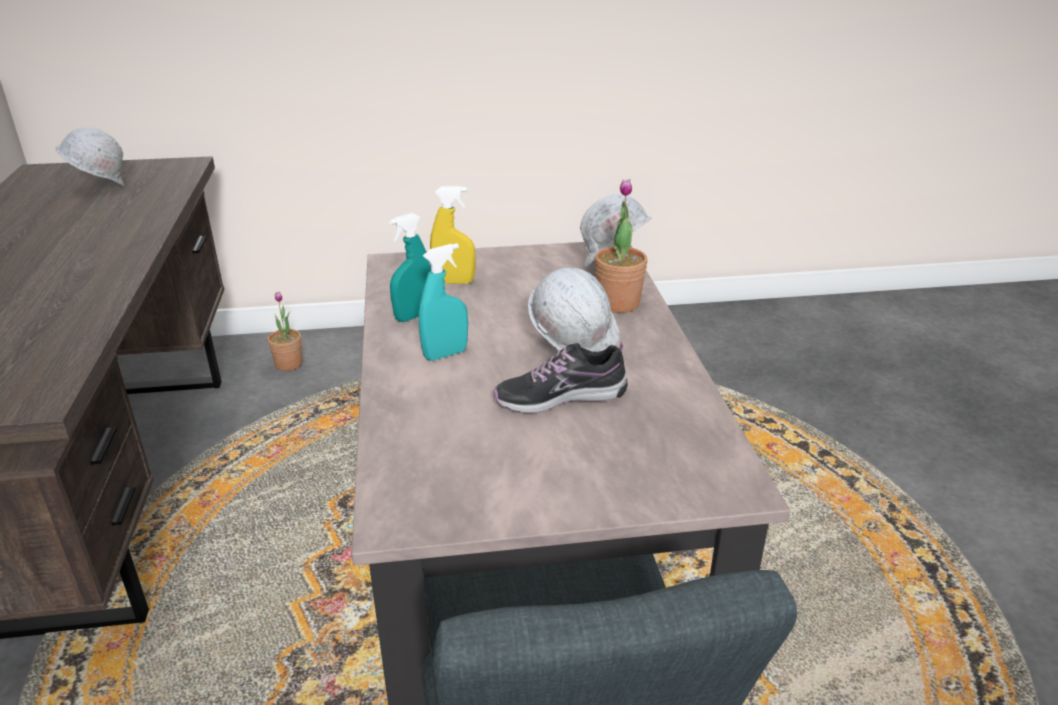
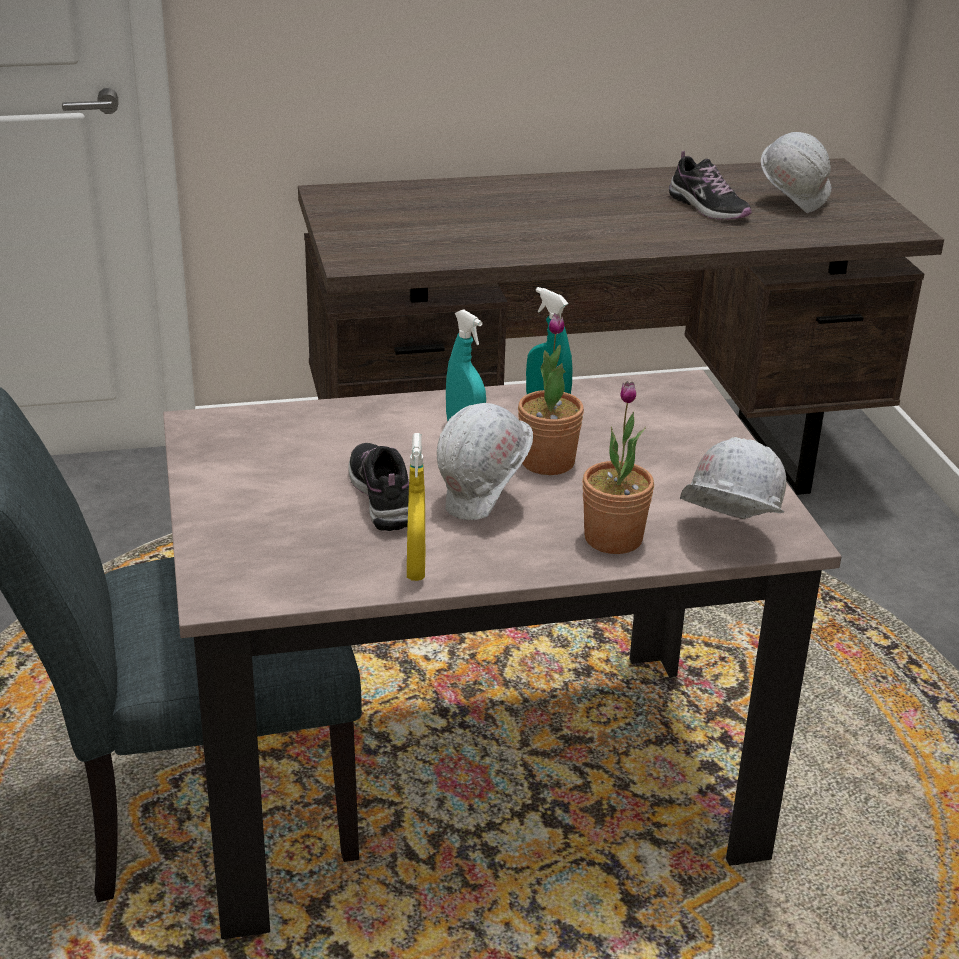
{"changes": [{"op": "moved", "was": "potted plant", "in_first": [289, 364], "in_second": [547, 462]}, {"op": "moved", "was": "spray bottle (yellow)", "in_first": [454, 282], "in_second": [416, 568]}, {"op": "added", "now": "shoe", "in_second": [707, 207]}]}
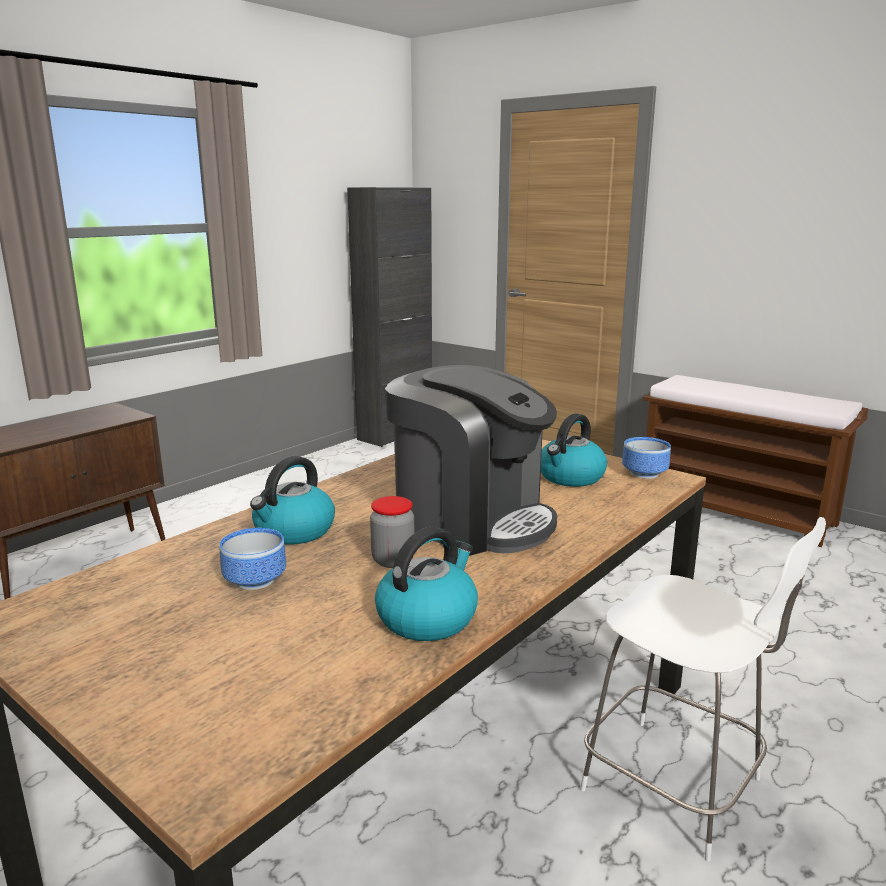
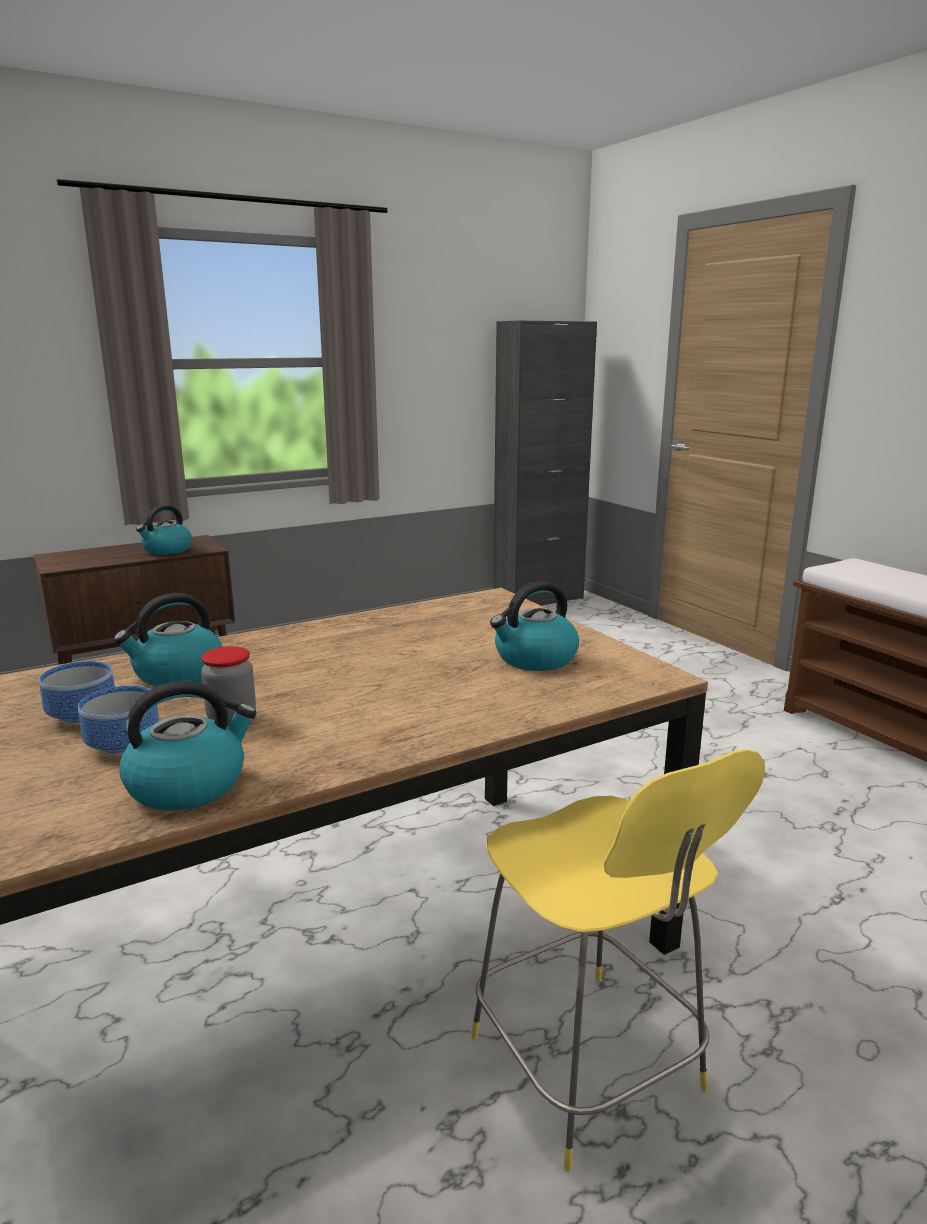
{"changes": [{"op": "removed", "was": "coffee machine", "in_first": [471, 520]}, {"op": "recoloured", "was": "stool (white)", "now": "stool (yellow)", "in_first": [677, 788], "in_second": [590, 1069]}, {"op": "moved", "was": "bowl", "in_first": [643, 473], "in_second": [124, 744]}, {"op": "added", "now": "kettle", "in_second": [167, 550]}]}
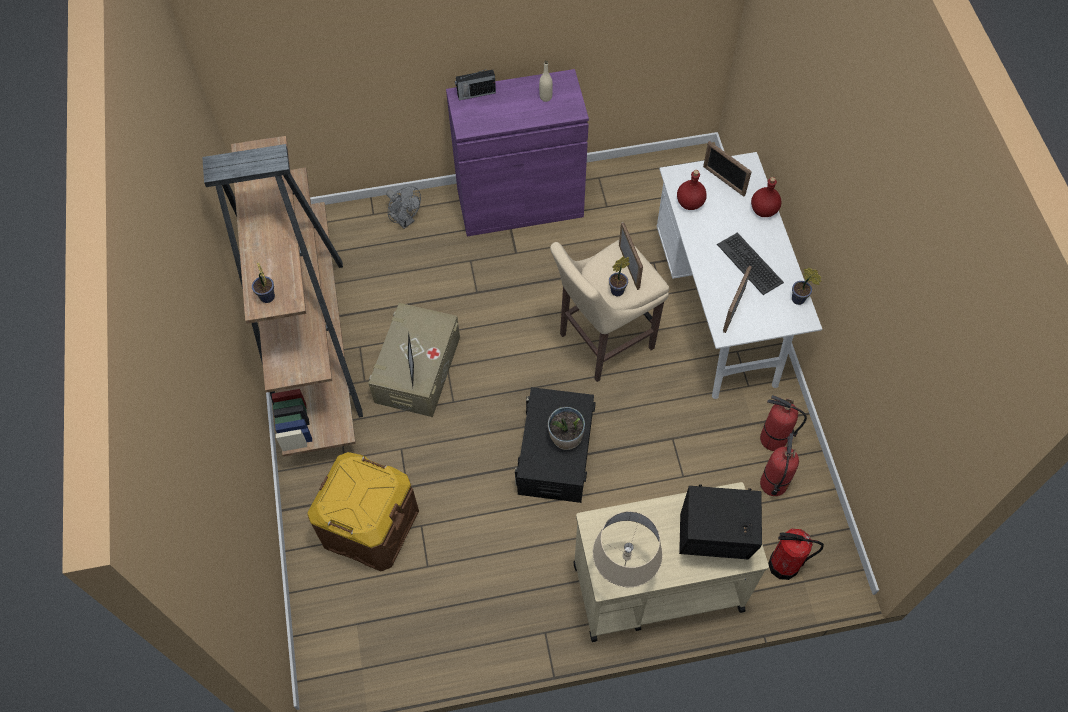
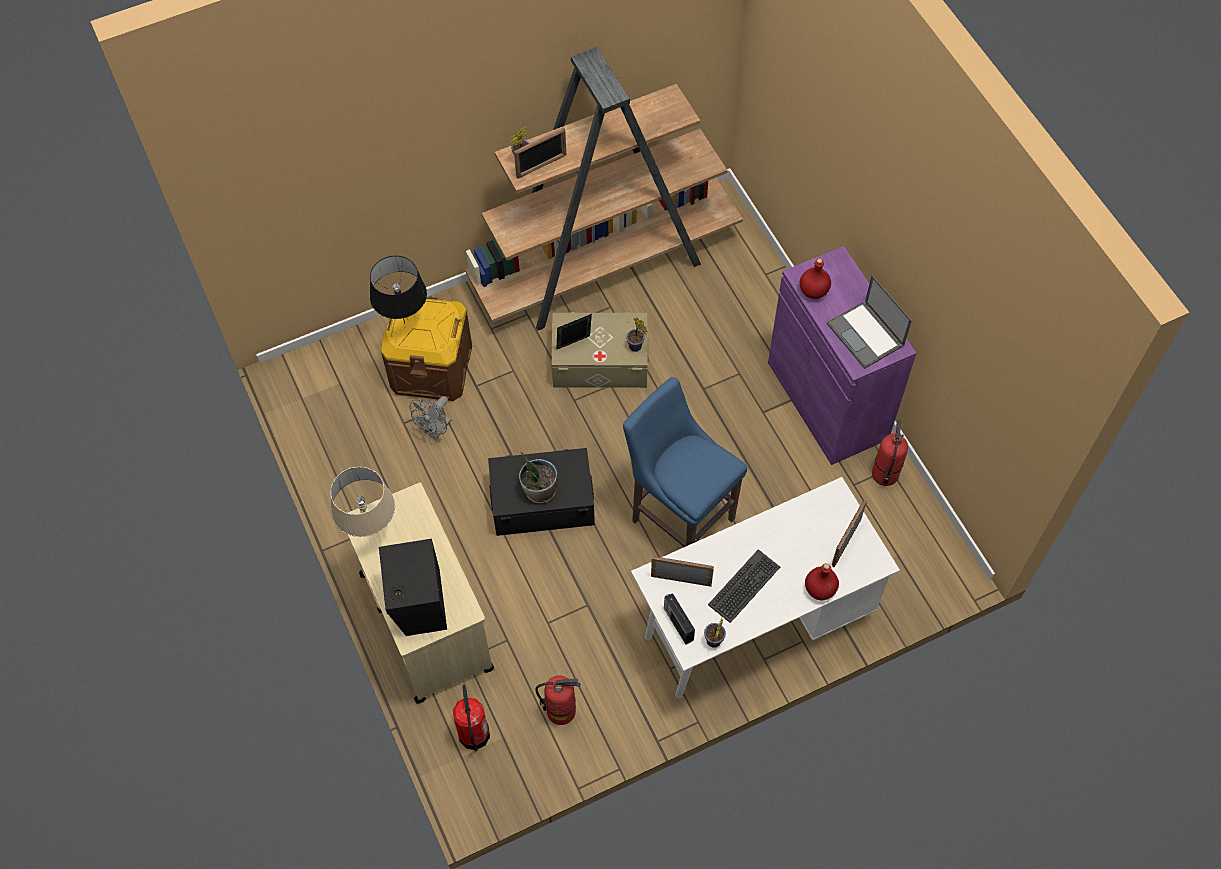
{"changes": [{"op": "moved", "was": "fan (grey)", "in_first": [405, 220], "in_second": [435, 430]}, {"op": "moved", "was": "radio", "in_first": [475, 93], "in_second": [678, 623]}, {"op": "replaced", "was": "bottle (beige)", "now": "laptop", "in_first": [545, 97], "in_second": [866, 335]}, {"op": "recoloured", "was": "stool (beige)", "now": "stool (blue)", "in_first": [602, 343], "in_second": [679, 516]}, {"op": "moved", "was": "potted plant", "in_first": [619, 290], "in_second": [636, 347]}, {"op": "moved", "was": "picture frame", "in_first": [629, 267], "in_second": [541, 166]}, {"op": "moved", "was": "bottle (red)", "in_first": [690, 203], "in_second": [813, 291]}, {"op": "moved", "was": "fire extinguisher", "in_first": [772, 439], "in_second": [884, 474]}, {"op": "added", "now": "table lamp (black)", "in_second": [404, 323]}]}
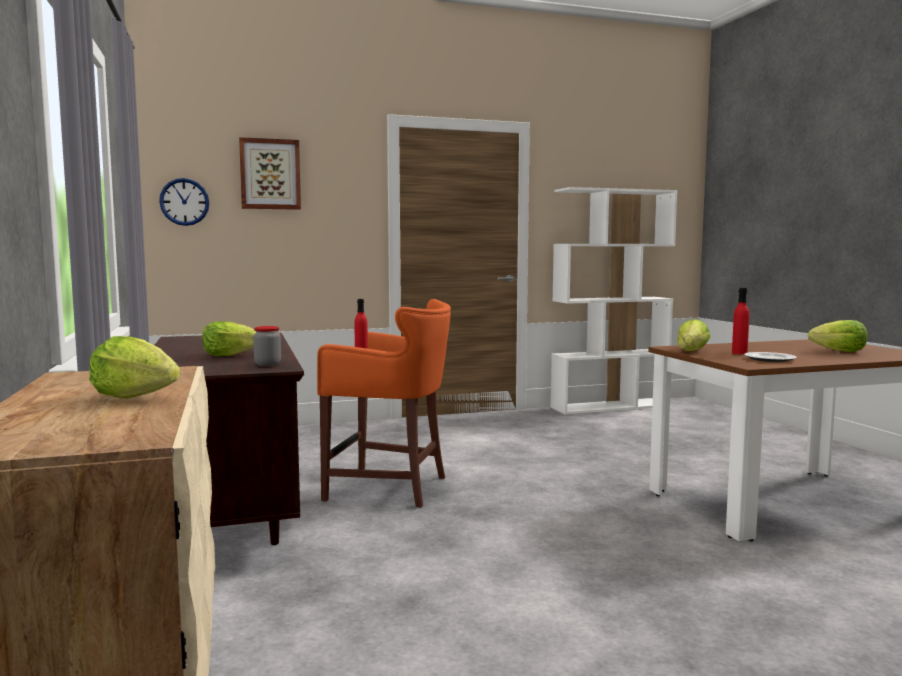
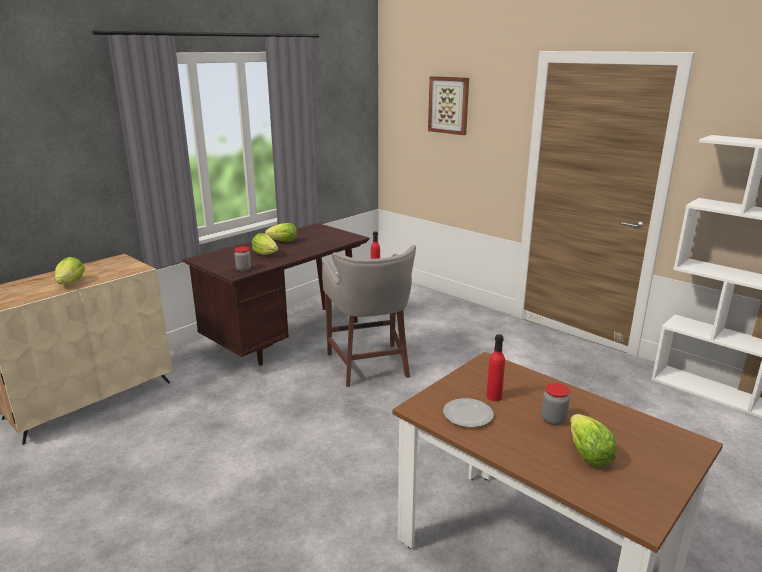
{"changes": [{"op": "removed", "was": "wall clock", "in_first": [184, 202]}, {"op": "recoloured", "was": "stool (orange)", "now": "stool (grey)", "in_first": [391, 488], "in_second": [370, 366]}, {"op": "moved", "was": "lettuce", "in_first": [692, 351], "in_second": [283, 241]}, {"op": "added", "now": "jar", "in_second": [553, 419]}]}
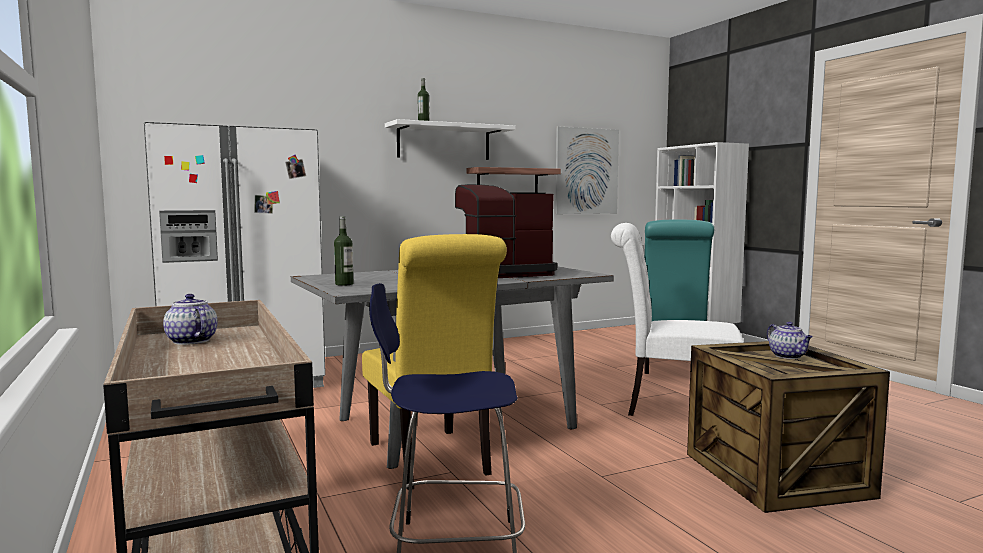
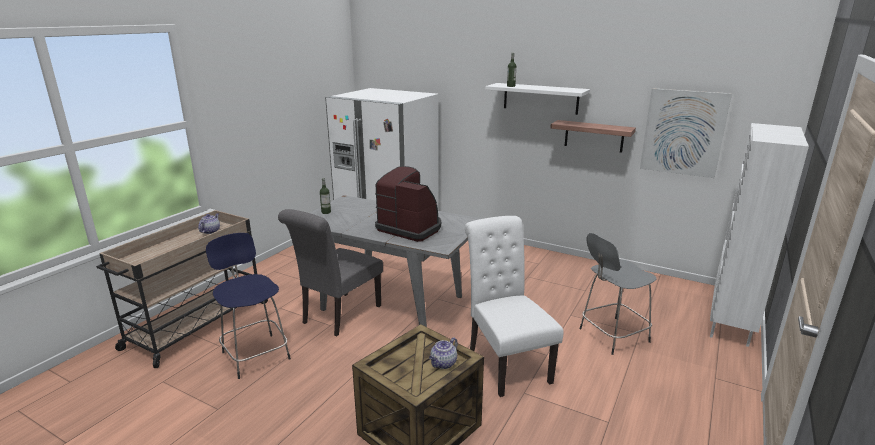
{"changes": [{"op": "recoloured", "was": "chair (yellow)", "now": "chair (grey)", "in_first": [432, 461], "in_second": [338, 316]}, {"op": "replaced", "was": "chair (turquoise)", "now": "stool (grey)", "in_first": [669, 366], "in_second": [612, 336]}]}
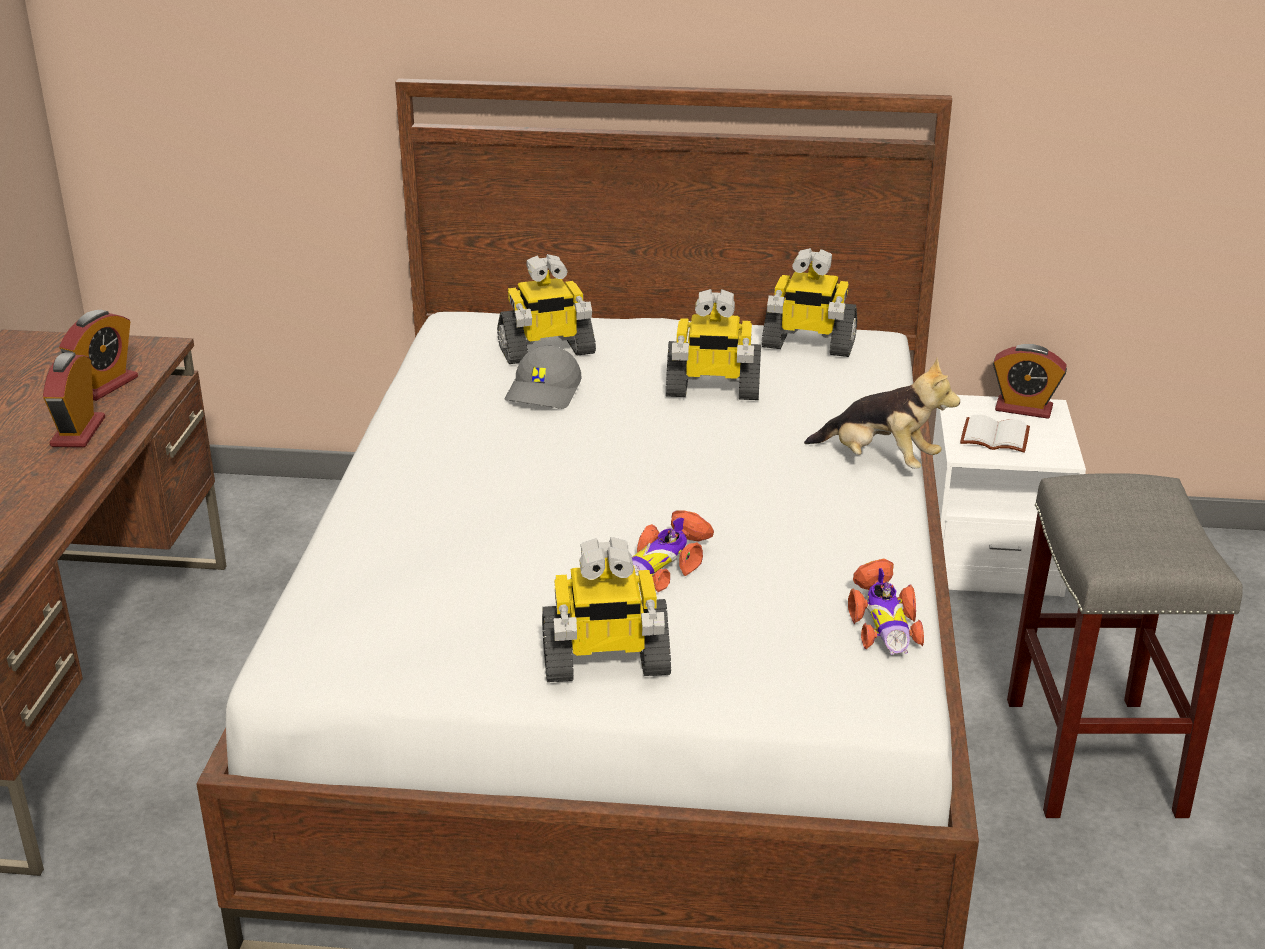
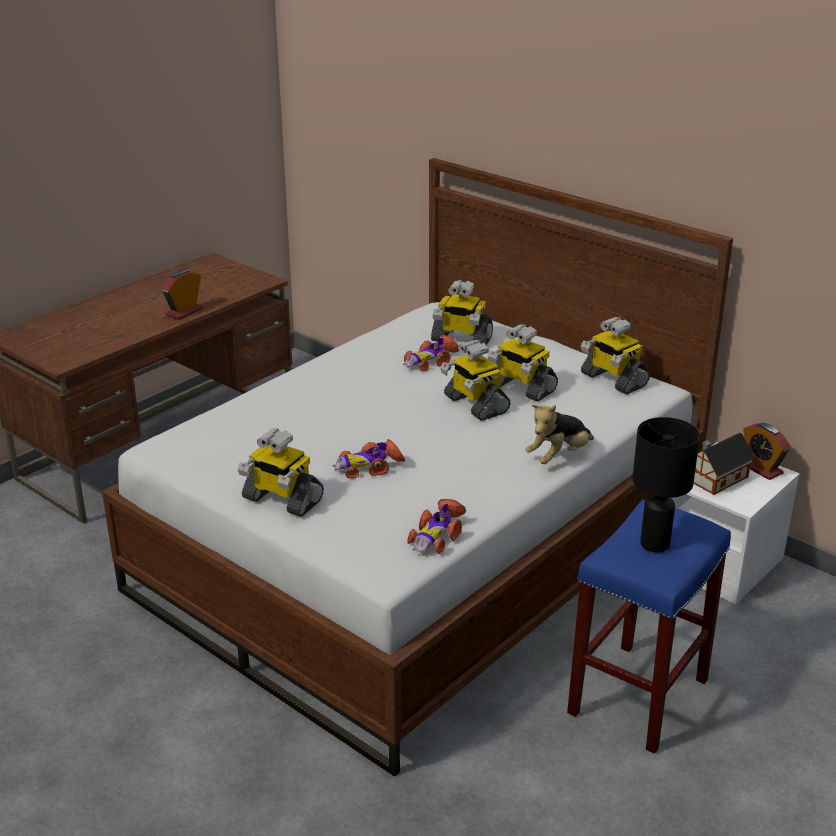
{"changes": [{"op": "removed", "was": "alarm clock", "in_first": [105, 385]}, {"op": "replaced", "was": "cap (grey)", "now": "toy car", "in_first": [545, 393], "in_second": [430, 361]}, {"op": "turned", "was": "plush toy", "in_first": [879, 460], "in_second": [559, 456], "clockwise": 75}, {"op": "replaced", "was": "book (white)", "now": "toy house", "in_first": [993, 438], "in_second": [715, 479]}, {"op": "recoloured", "was": "stool (grey)", "now": "stool (blue)", "in_first": [1091, 755], "in_second": [638, 695]}, {"op": "added", "now": "toy robot", "in_second": [475, 404]}, {"op": "added", "now": "table lamp (black)", "in_second": [654, 544]}]}
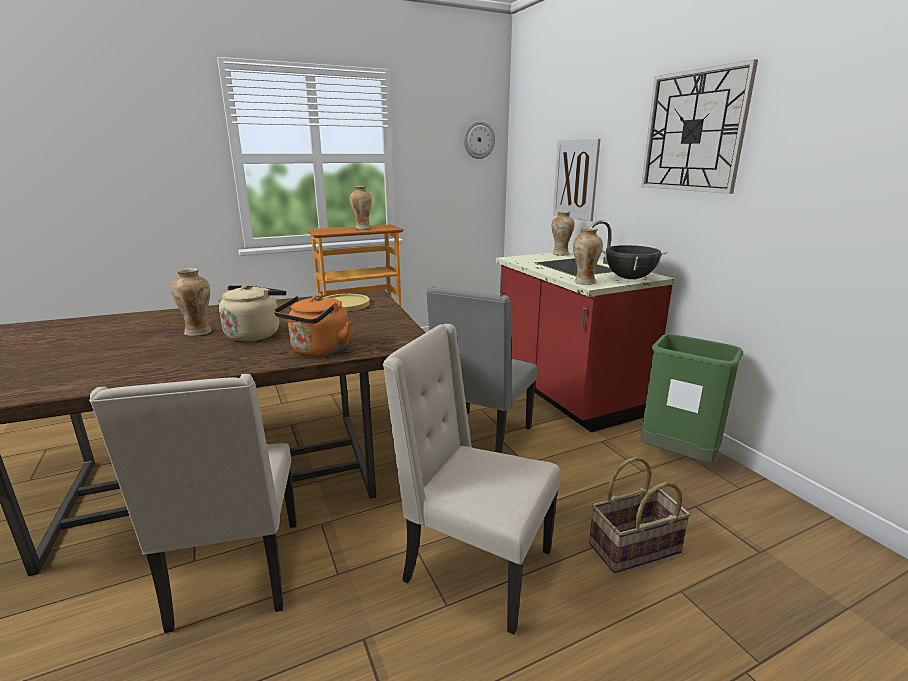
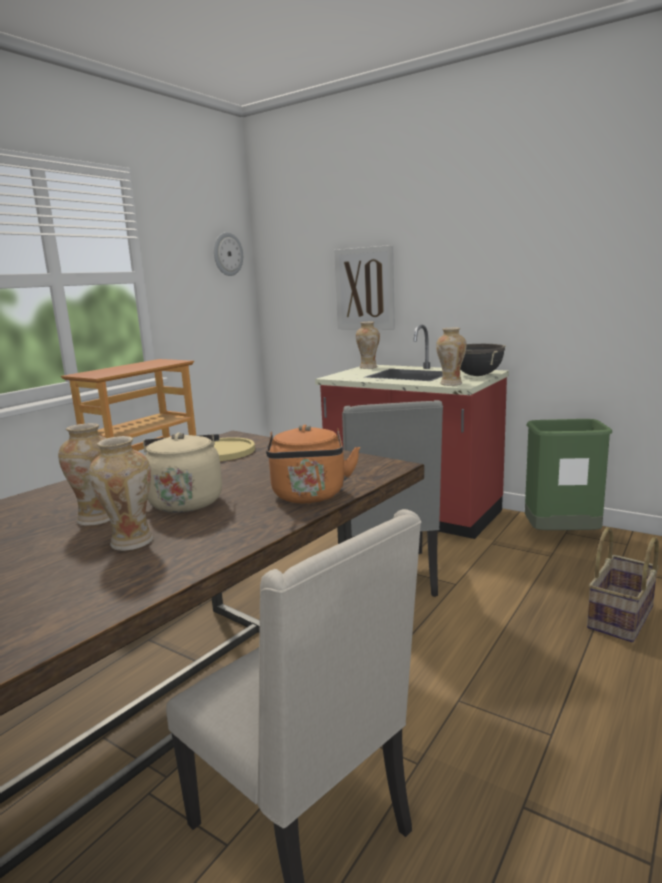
{"changes": [{"op": "moved", "was": "vase", "in_first": [362, 228], "in_second": [130, 542]}, {"op": "removed", "was": "chair (beige)", "in_first": [474, 567]}, {"op": "removed", "was": "wall clock", "in_first": [693, 131]}]}
